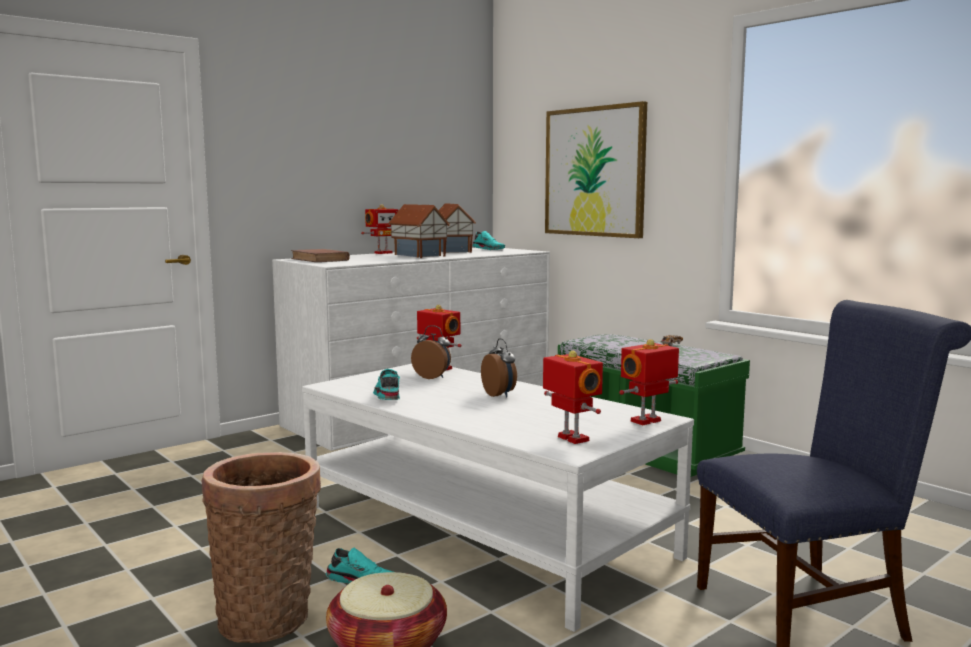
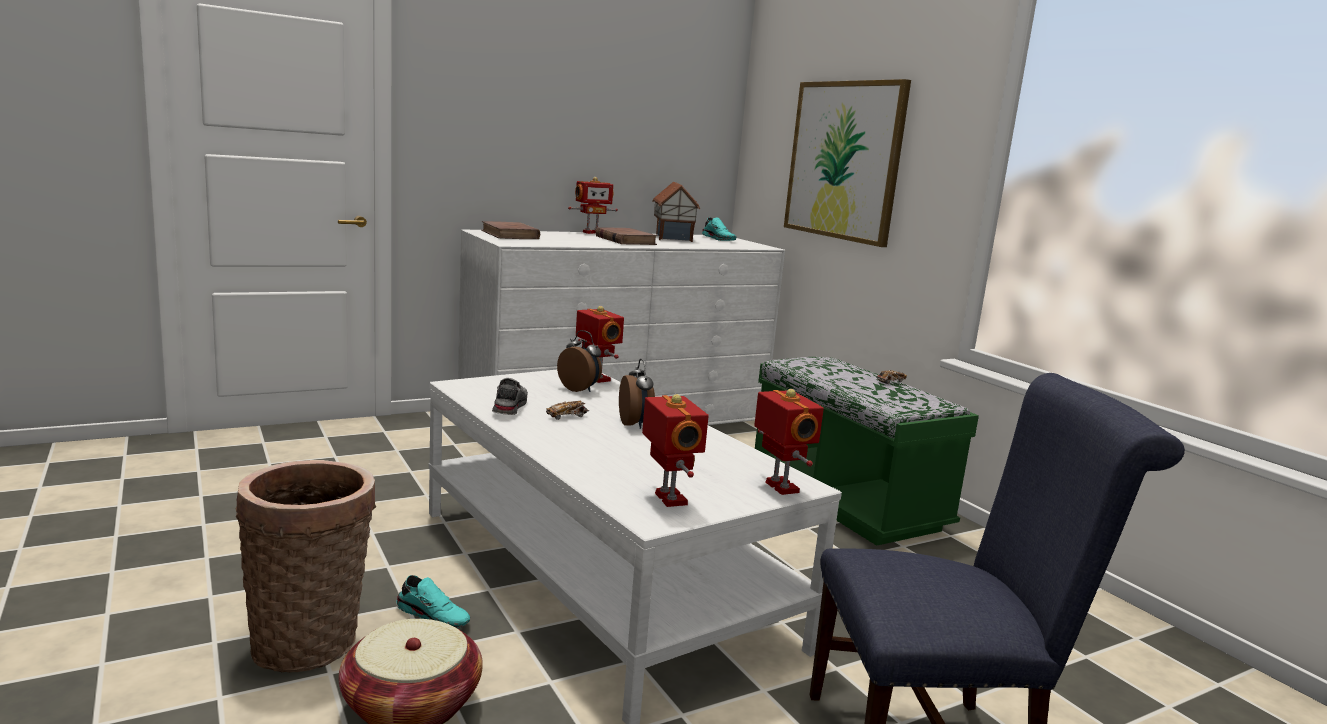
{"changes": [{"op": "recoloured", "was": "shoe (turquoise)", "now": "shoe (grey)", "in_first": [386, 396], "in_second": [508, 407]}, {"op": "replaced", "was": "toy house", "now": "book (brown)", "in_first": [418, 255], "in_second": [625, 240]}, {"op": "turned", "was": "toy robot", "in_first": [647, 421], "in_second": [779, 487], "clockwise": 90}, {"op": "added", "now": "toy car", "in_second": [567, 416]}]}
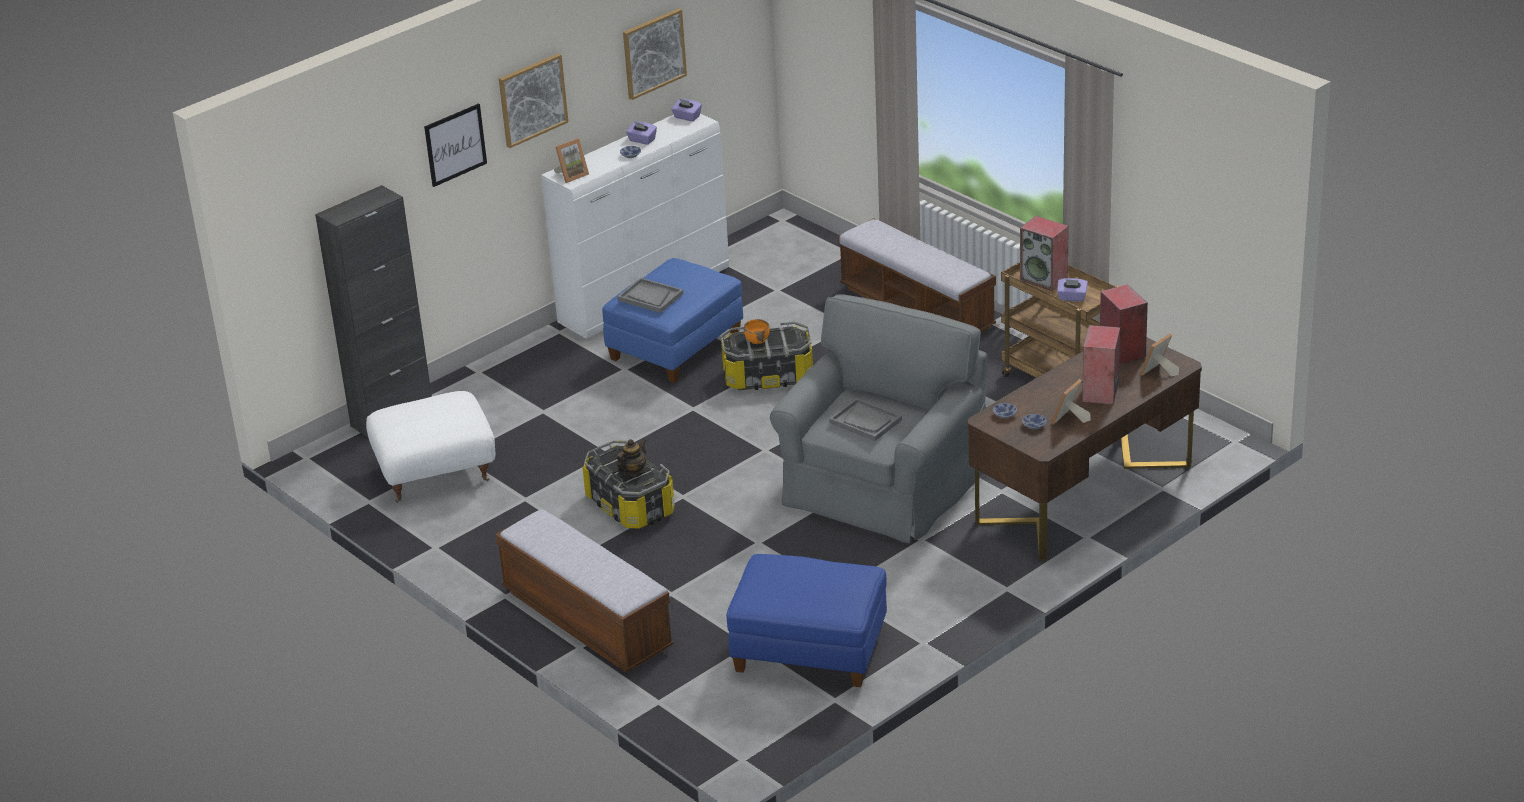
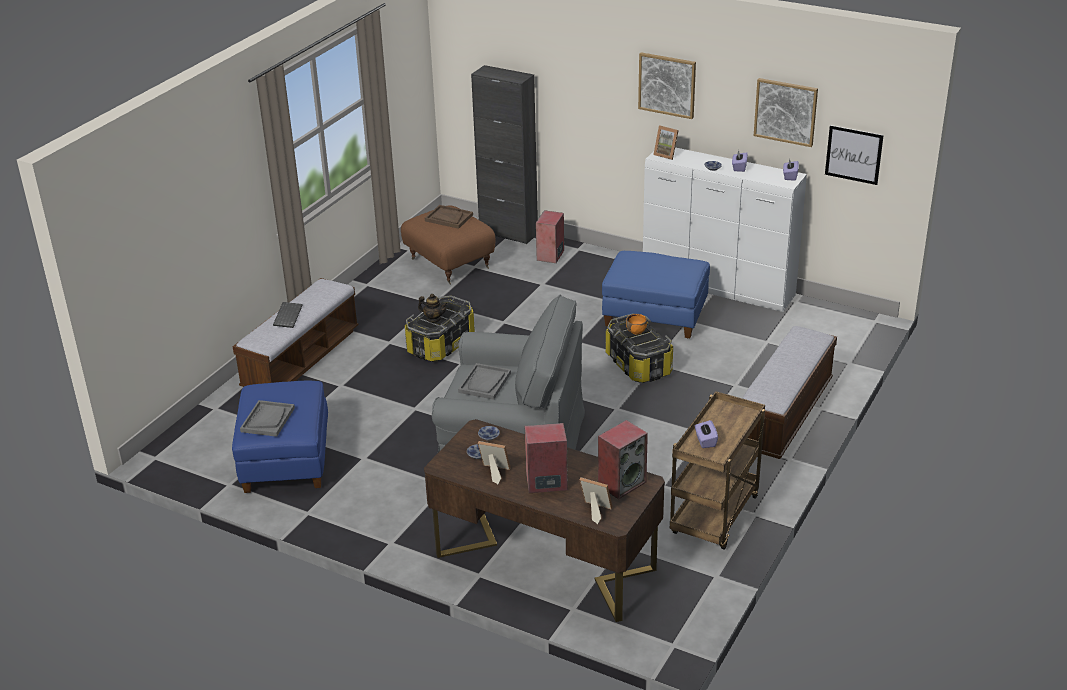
{"changes": [{"op": "recoloured", "was": "ottoman (white)", "now": "ottoman (brown)", "in_first": [435, 475], "in_second": [448, 264]}, {"op": "moved", "was": "picture", "in_first": [455, 144], "in_second": [853, 154]}, {"op": "moved", "was": "tray (grey)", "in_first": [650, 297], "in_second": [268, 420]}, {"op": "moved", "was": "speaker", "in_first": [1044, 279], "in_second": [550, 255]}, {"op": "added", "now": "keyboard", "in_second": [287, 315]}, {"op": "added", "now": "tray (brown)", "in_second": [448, 218]}]}
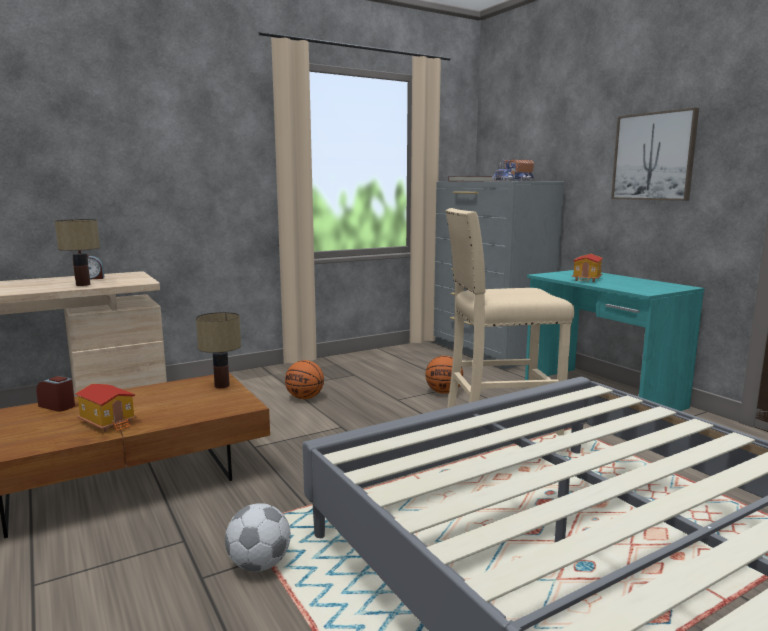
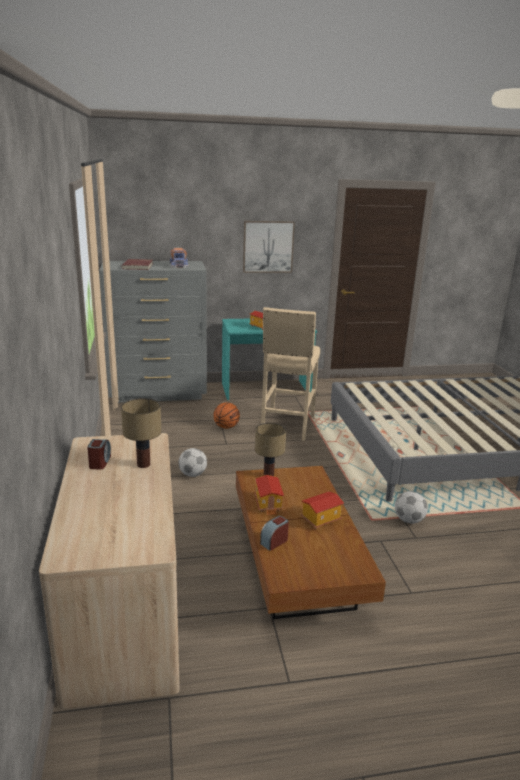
{"changes": [{"op": "replaced", "was": "basketball", "now": "football", "in_first": [305, 398], "in_second": [193, 474]}, {"op": "added", "now": "toy house", "in_second": [269, 504]}]}
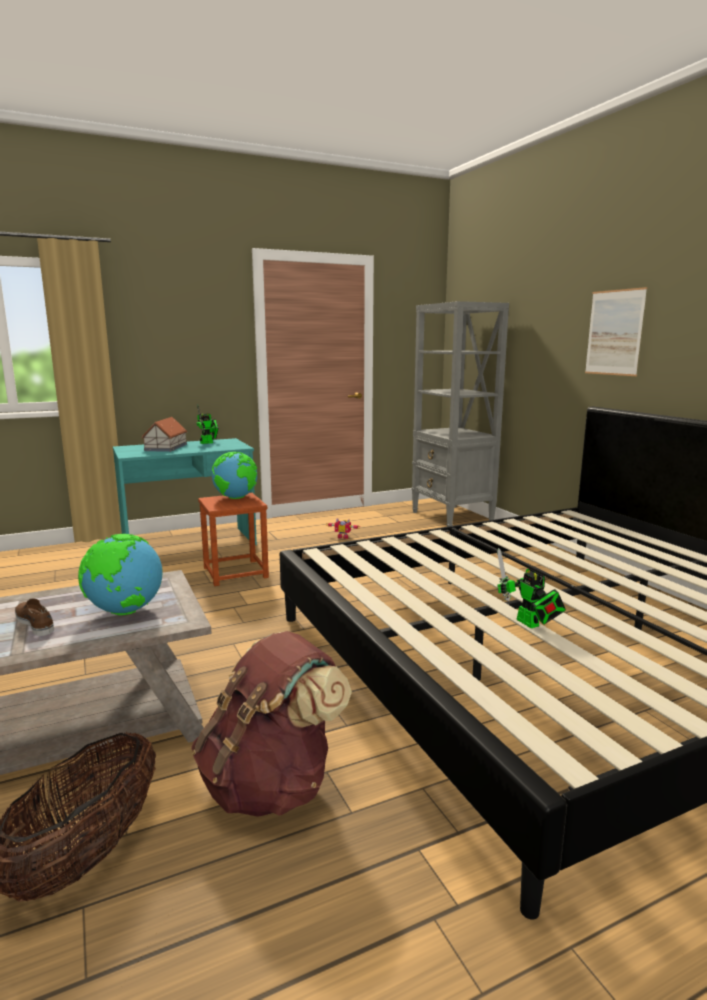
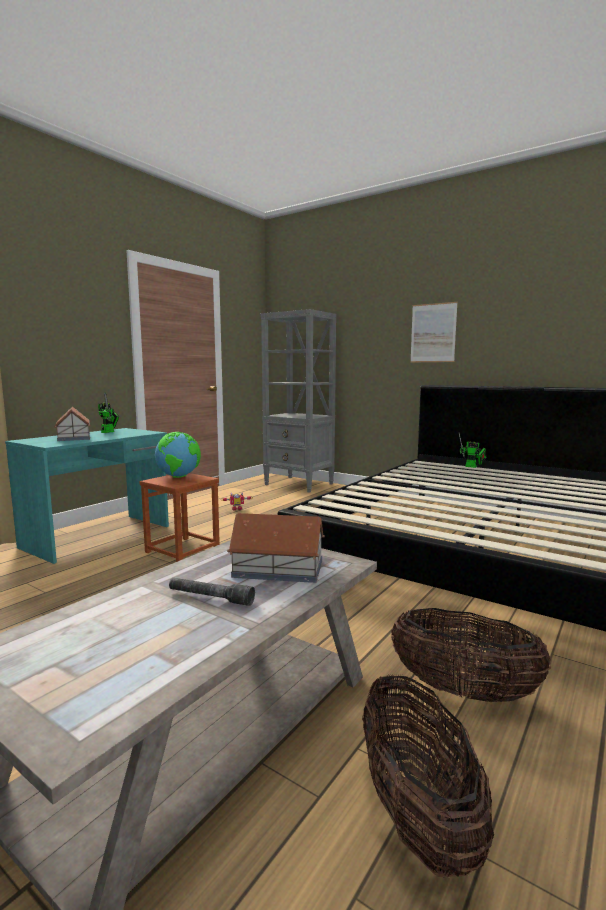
{"changes": [{"op": "replaced", "was": "shoe (brown)", "now": "flashlight (grey)", "in_first": [36, 622], "in_second": [210, 598]}, {"op": "replaced", "was": "globe", "now": "toy house", "in_first": [125, 611], "in_second": [279, 569]}, {"op": "replaced", "was": "backpack (brown)", "now": "basket", "in_first": [271, 785], "in_second": [464, 691]}, {"op": "moved", "was": "toy robot", "in_first": [530, 624], "in_second": [472, 467]}]}
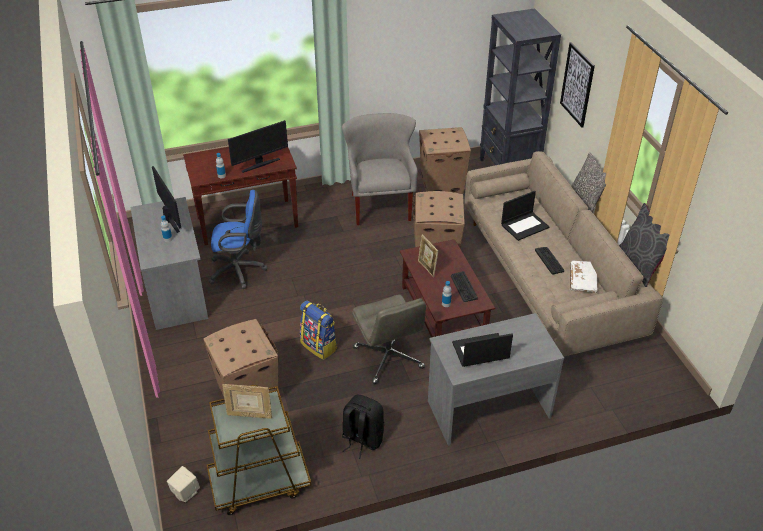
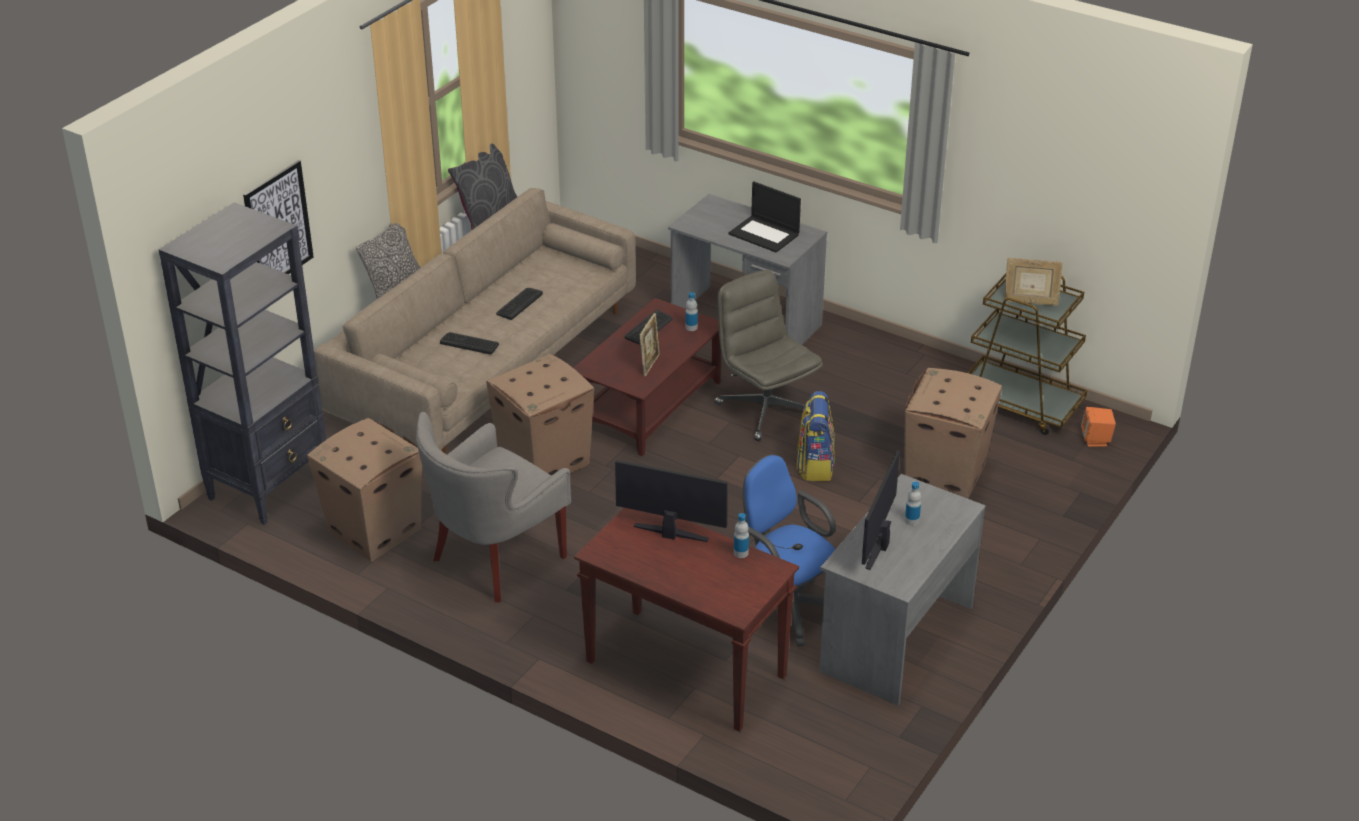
{"changes": [{"op": "recoloured", "was": "speaker (beige)", "now": "speaker (orange)", "in_first": [185, 492], "in_second": [1096, 440]}, {"op": "turned", "was": "picture frame", "in_first": [249, 414], "in_second": [1030, 302], "clockwise": 135}, {"op": "removed", "was": "backpack (black)", "in_first": [362, 439]}, {"op": "turned", "was": "office chair (grey)", "in_first": [389, 358], "in_second": [765, 410], "clockwise": -60}, {"op": "replaced", "was": "laptop", "now": "keyboard", "in_first": [525, 226], "in_second": [469, 343]}, {"op": "removed", "was": "book (white)", "in_first": [582, 281]}]}
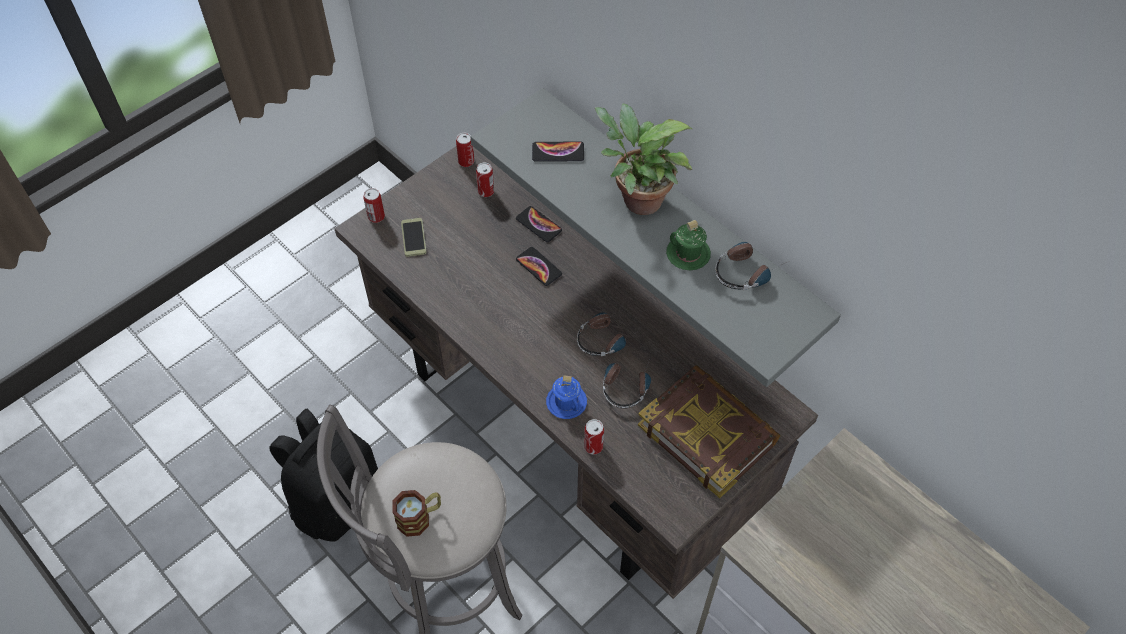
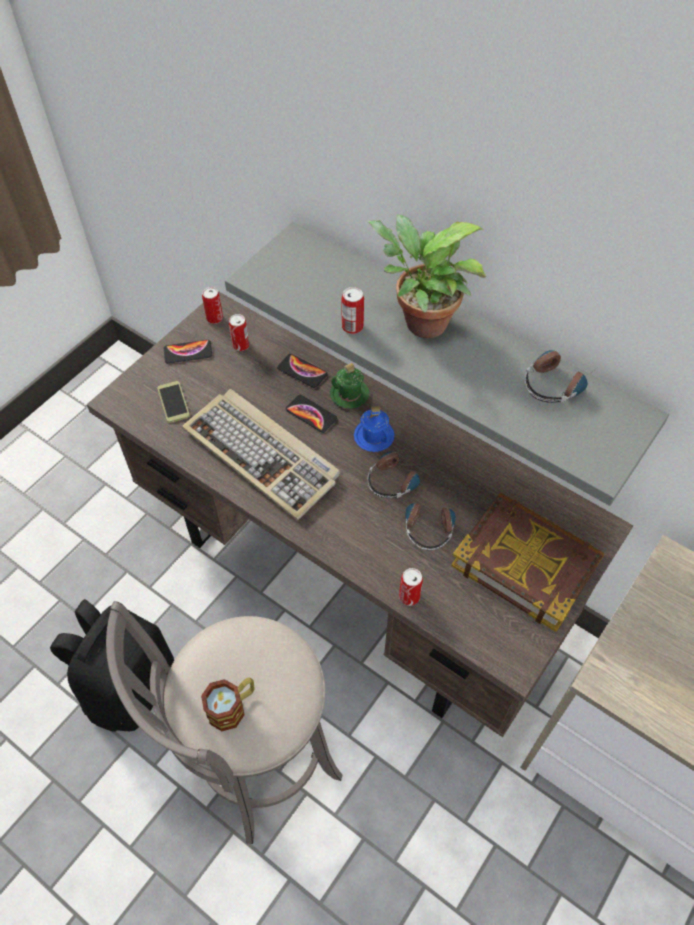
{"changes": [{"op": "moved", "was": "can", "in_first": [376, 217], "in_second": [352, 327]}, {"op": "moved", "was": "phone", "in_first": [558, 152], "in_second": [188, 352]}, {"op": "moved", "was": "mug (blue)", "in_first": [566, 402], "in_second": [374, 436]}, {"op": "moved", "was": "mug (green)", "in_first": [688, 254], "in_second": [349, 394]}, {"op": "added", "now": "keyboard", "in_second": [263, 455]}]}
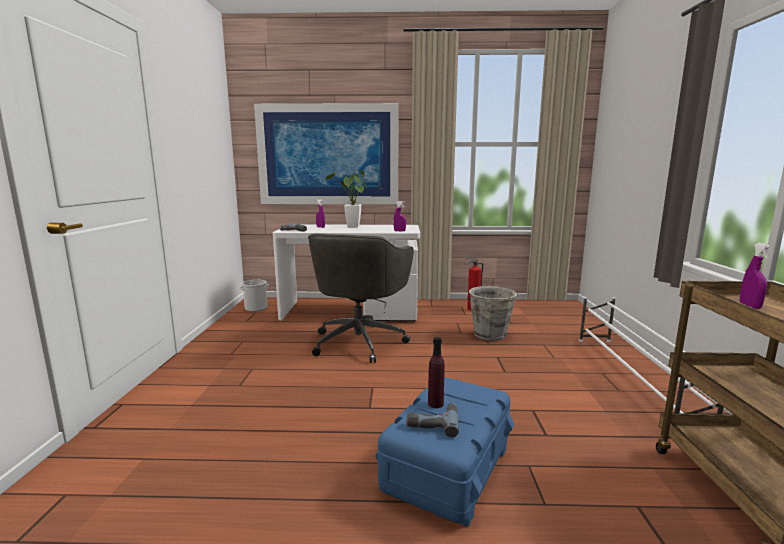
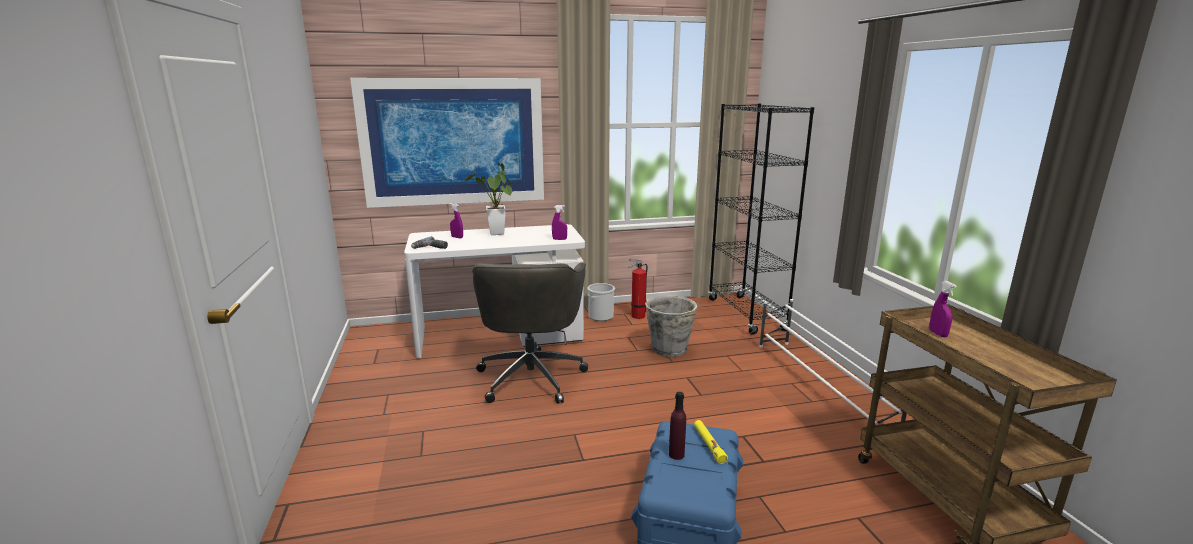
{"changes": [{"op": "moved", "was": "bucket", "in_first": [256, 308], "in_second": [601, 316]}, {"op": "removed", "was": "power drill", "in_first": [433, 422]}, {"op": "added", "now": "flashlight (yellow)", "in_second": [708, 444]}, {"op": "added", "now": "bookcase (black)", "in_second": [746, 314]}]}
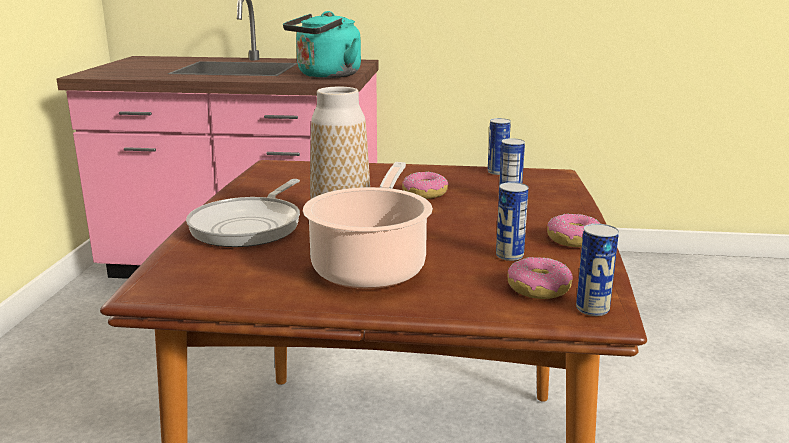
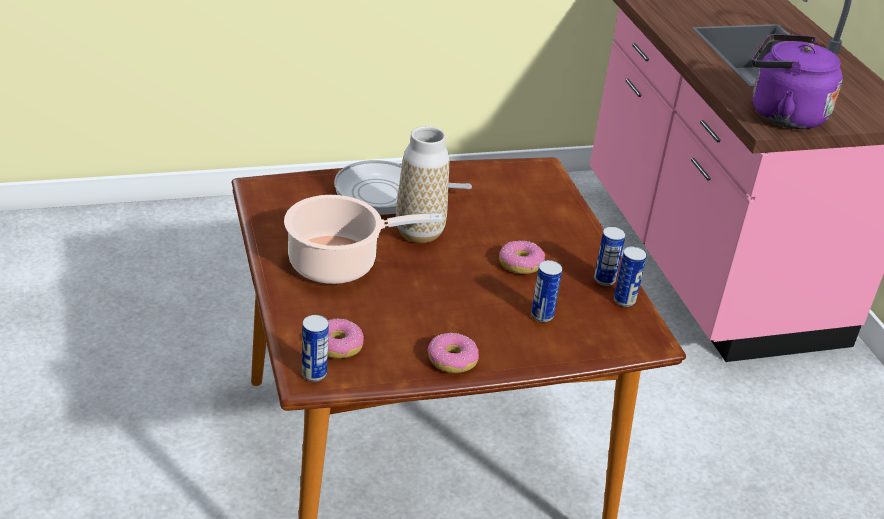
{"changes": [{"op": "recoloured", "was": "kettle (turquoise)", "now": "kettle (purple)", "in_first": [326, 76], "in_second": [781, 114]}, {"op": "moved", "was": "can", "in_first": [509, 255], "in_second": [604, 279]}]}
